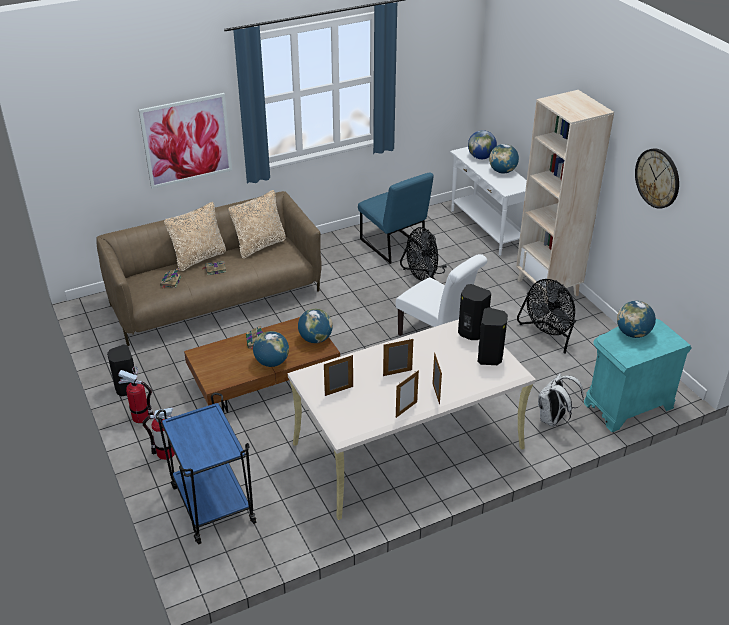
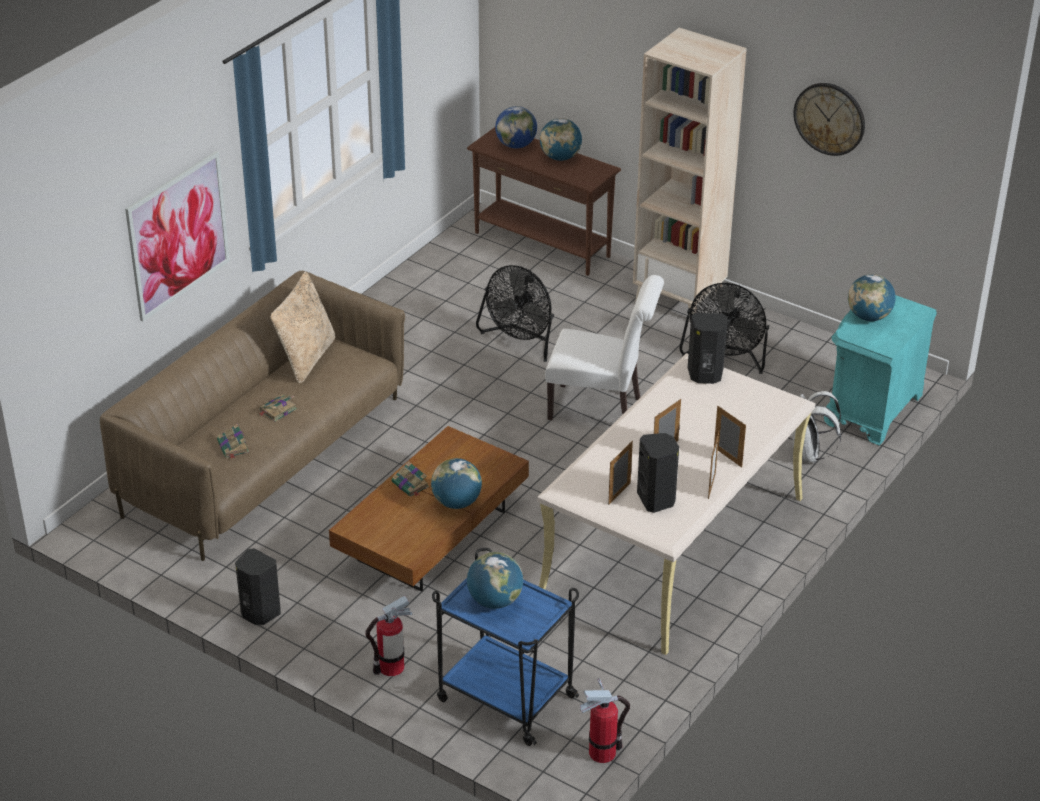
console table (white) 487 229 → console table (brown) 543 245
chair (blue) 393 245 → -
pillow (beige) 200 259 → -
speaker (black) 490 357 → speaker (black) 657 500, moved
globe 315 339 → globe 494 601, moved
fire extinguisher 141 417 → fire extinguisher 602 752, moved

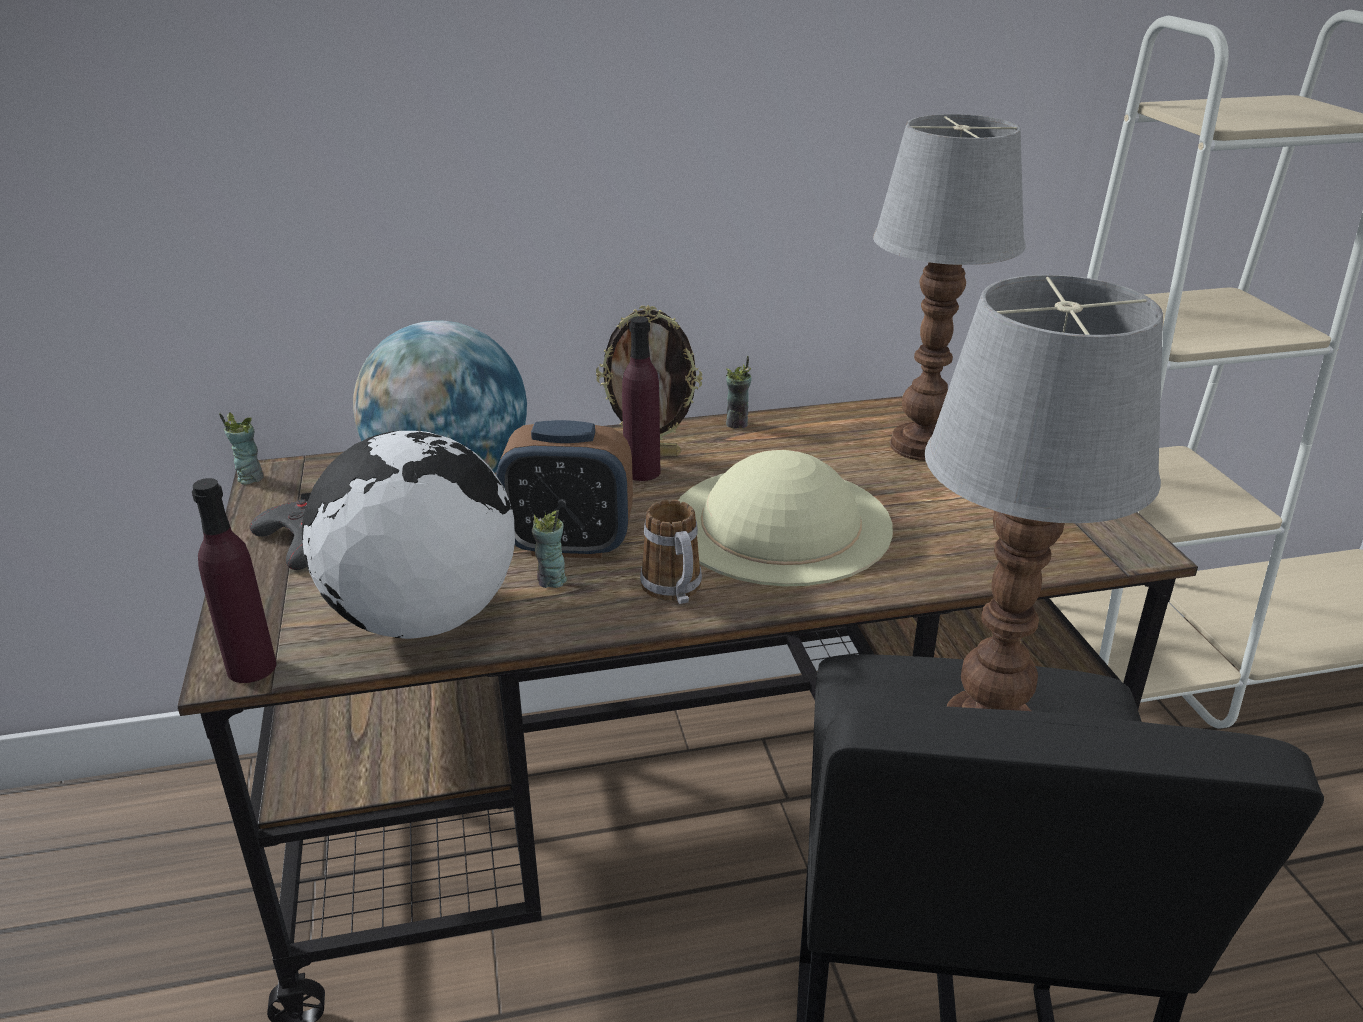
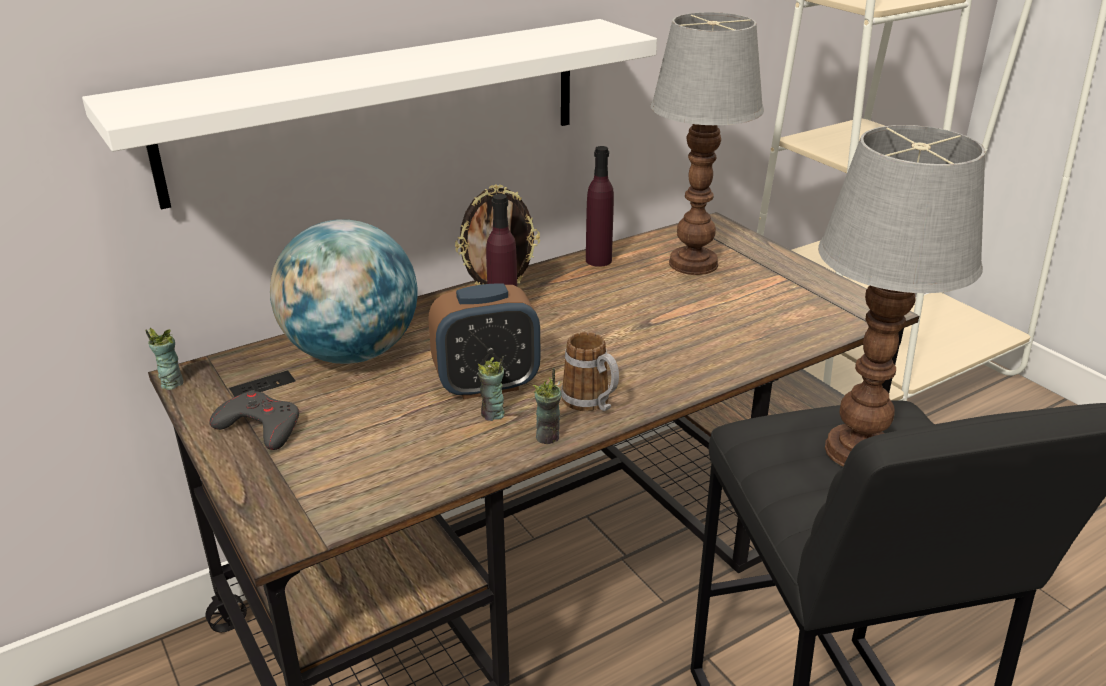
cup 737 424 → cup 548 437, moved
globe 422 618 → -
hat (beige) 780 522 → -
bottle (purple) 251 667 → bottle (purple) 598 260, moved
- → shelf (white) 380 108

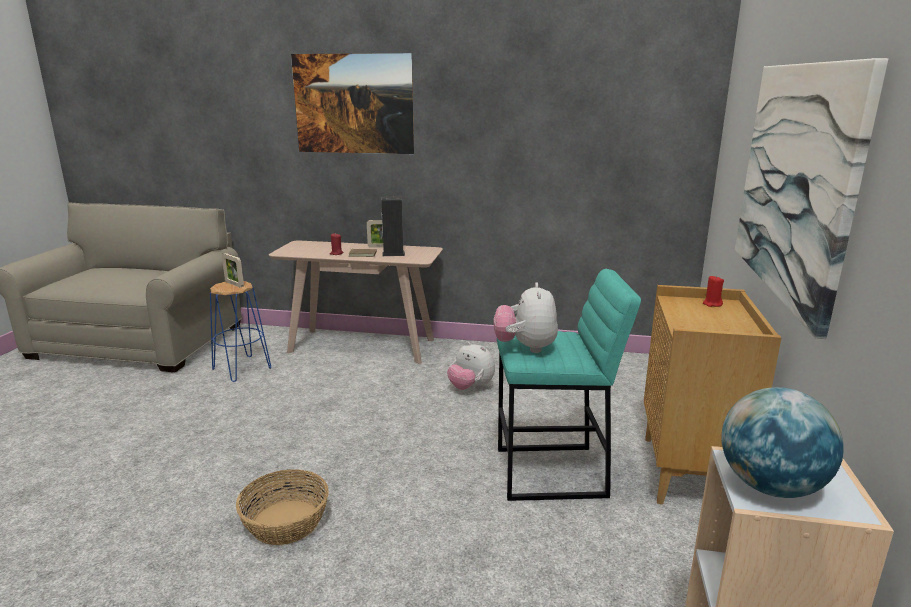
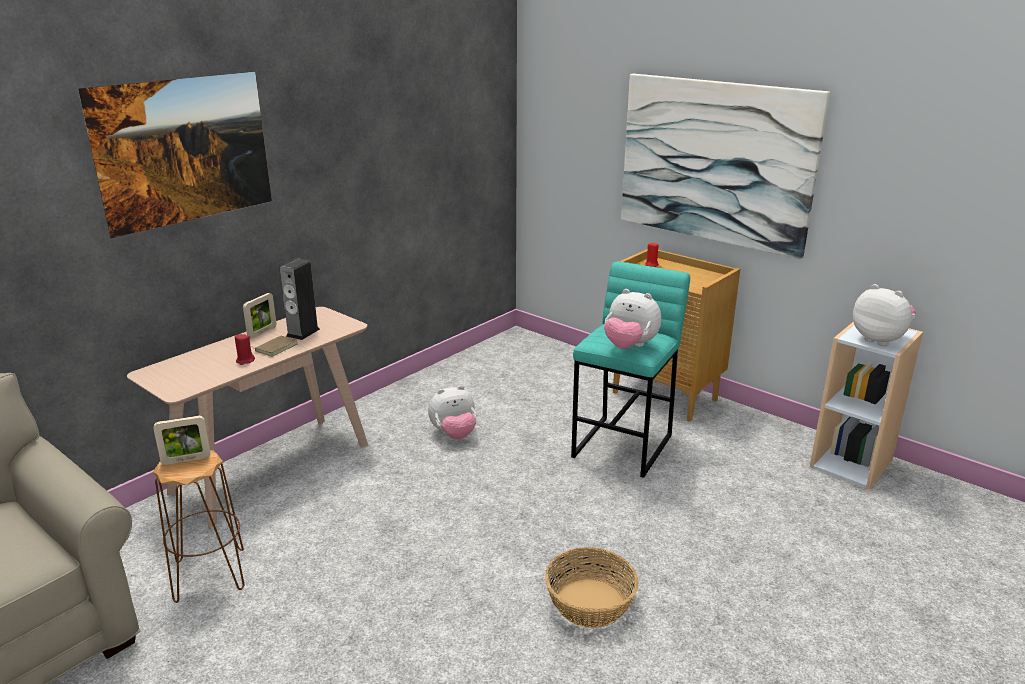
stool (blue) 242 369 → stool (brown) 210 575
globe 770 486 → plush toy 880 340

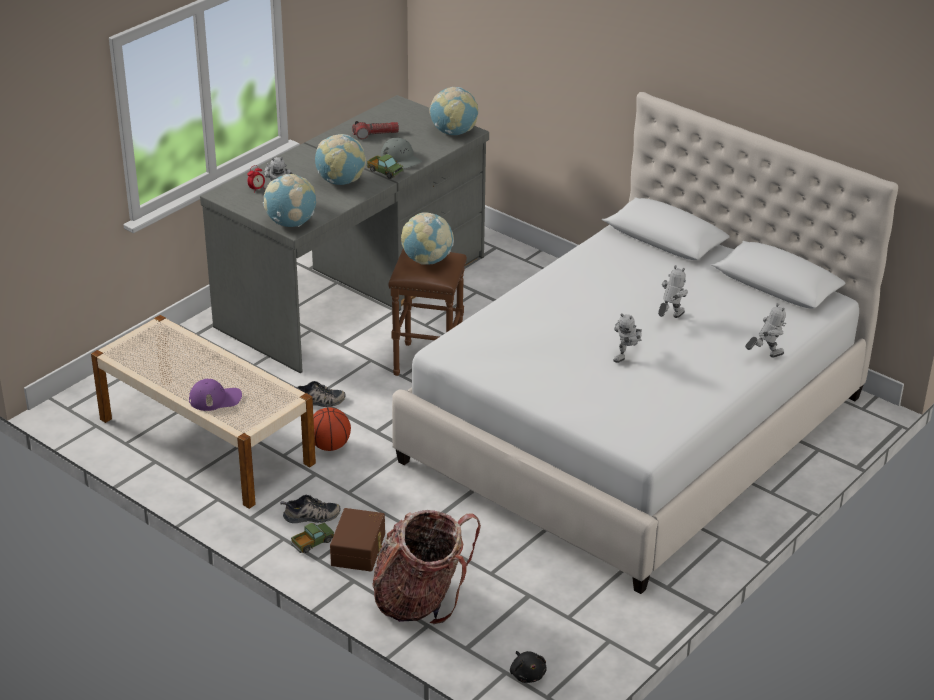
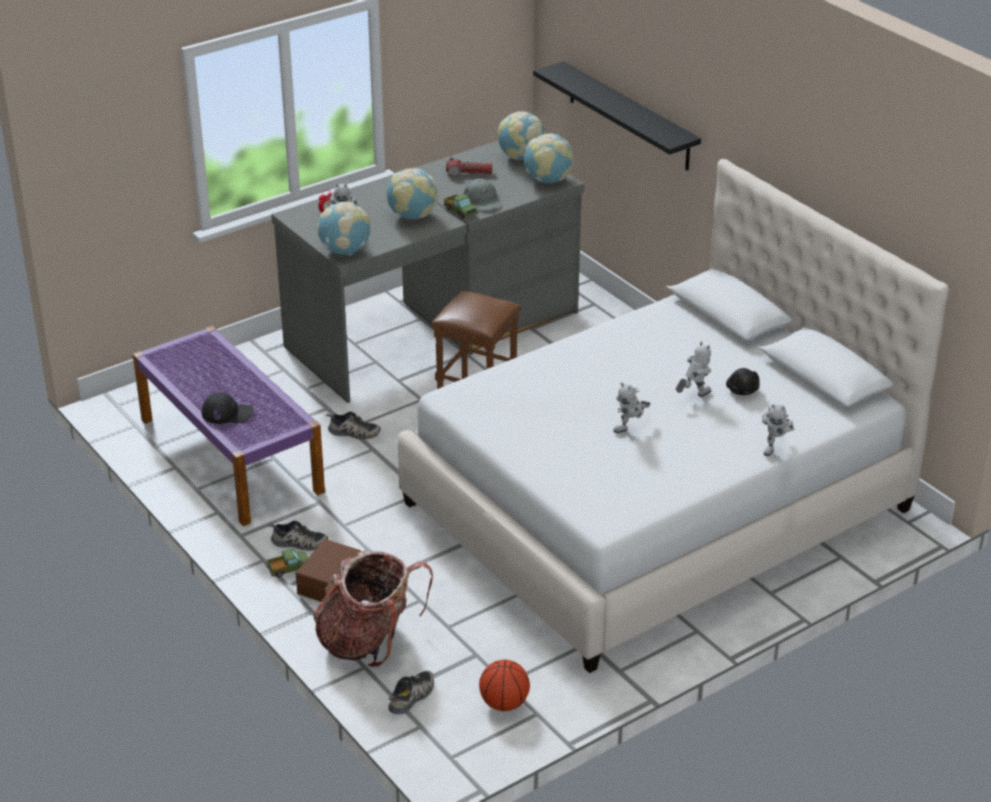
globe 427 260 → globe 521 157, moved
toy robot 765 355 → toy robot 774 448, 120 degrees clockwise
bench (beige) 205 441 → bench (purple) 229 455
cap (purple) 215 399 → cap (black) 227 413
basketball 330 446 → basketball 504 703, moved
plush toy (black) 527 674 → plush toy (black) 742 390, moved
- → shelf (black) 628 116
- → shoe 412 697

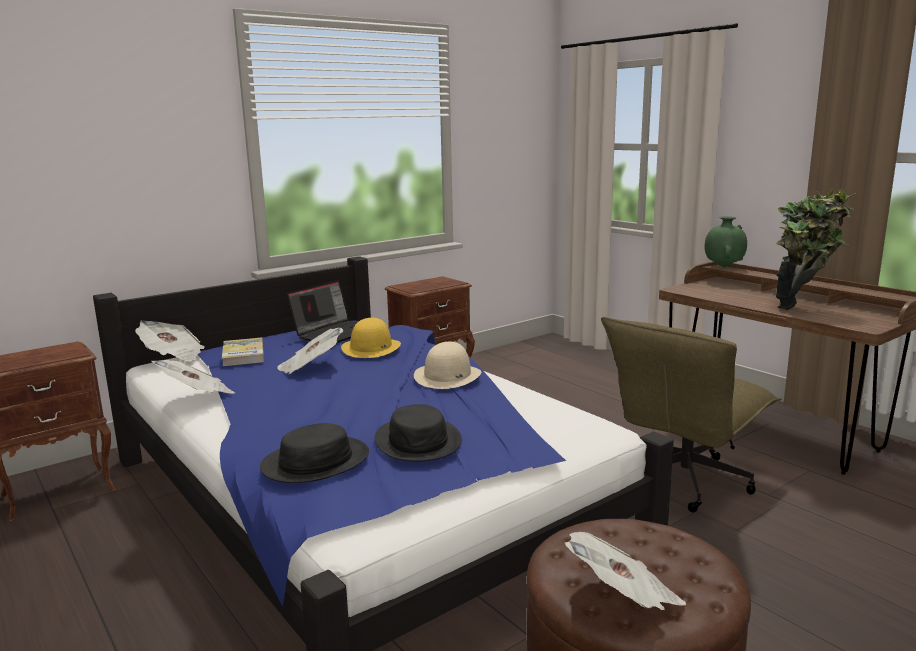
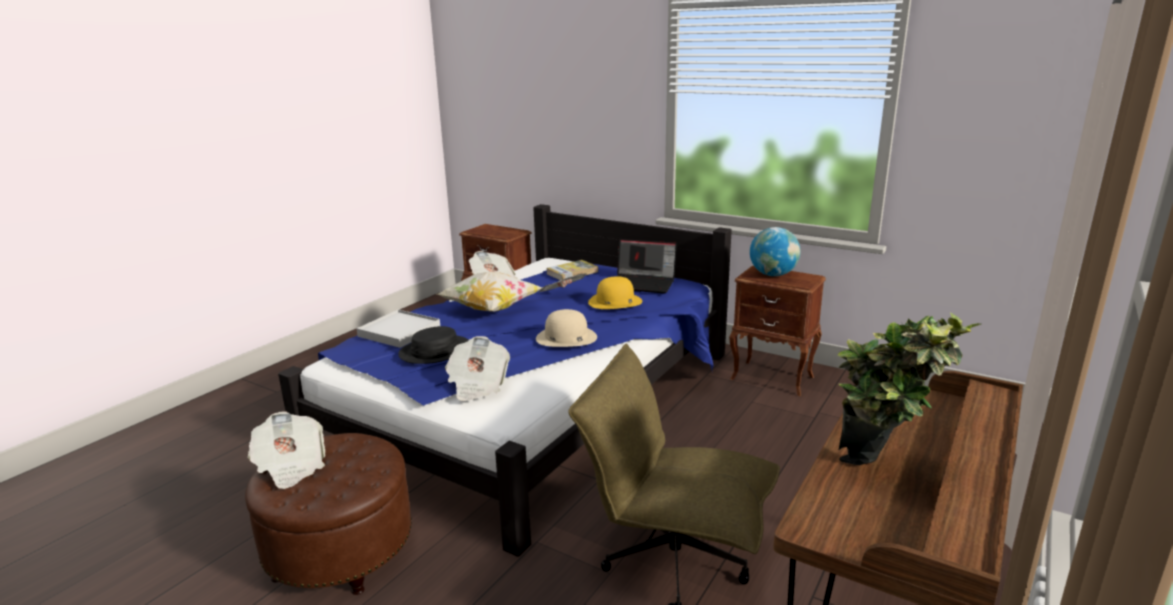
vase (green) 723 267 → -
newspaper 173 355 → newspaper 477 385, moved
hat (black) 316 461 → tray (white) 399 332
- → globe 773 275
- → pillow 491 309

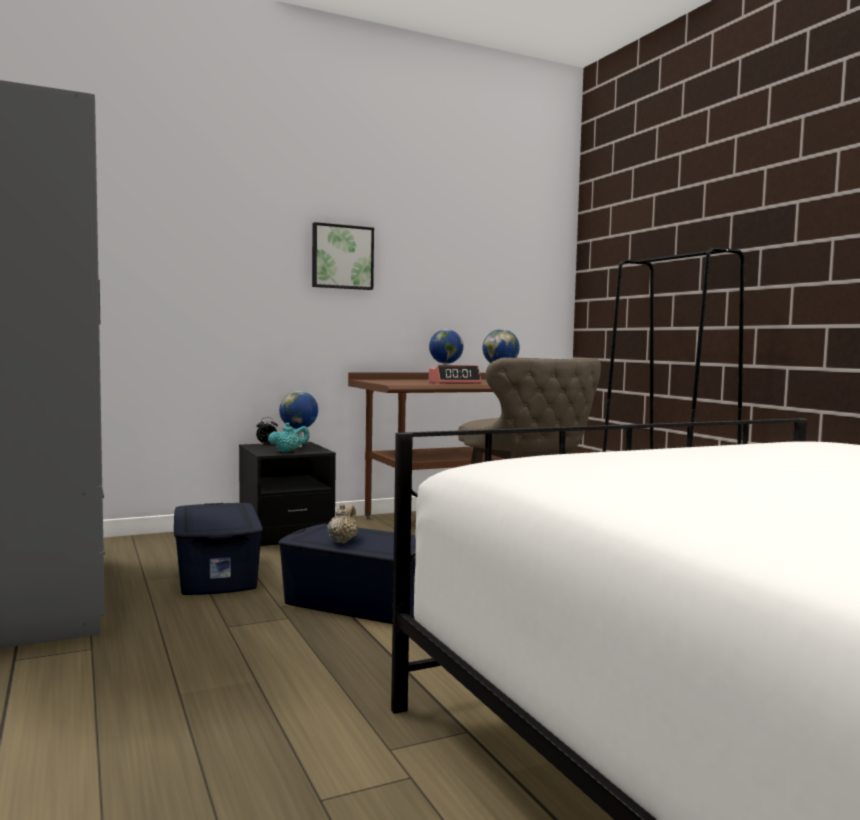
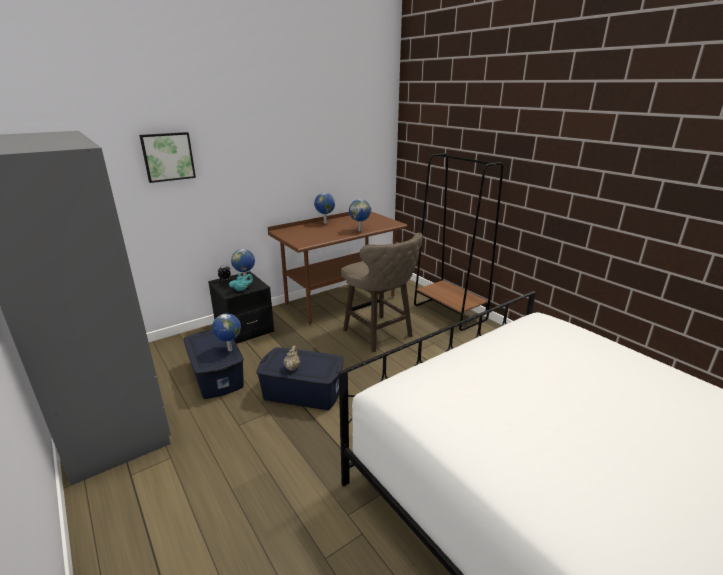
picture 342 257 → picture 168 156, moved
alarm clock 454 383 → -
- → globe 229 350

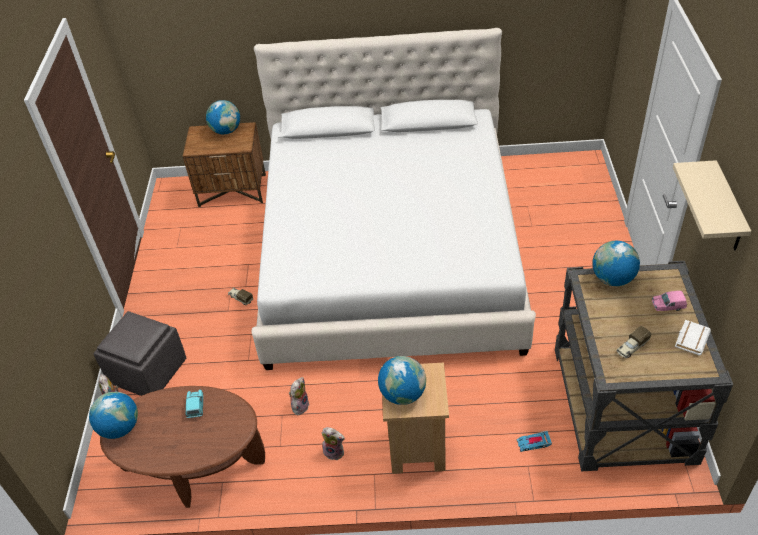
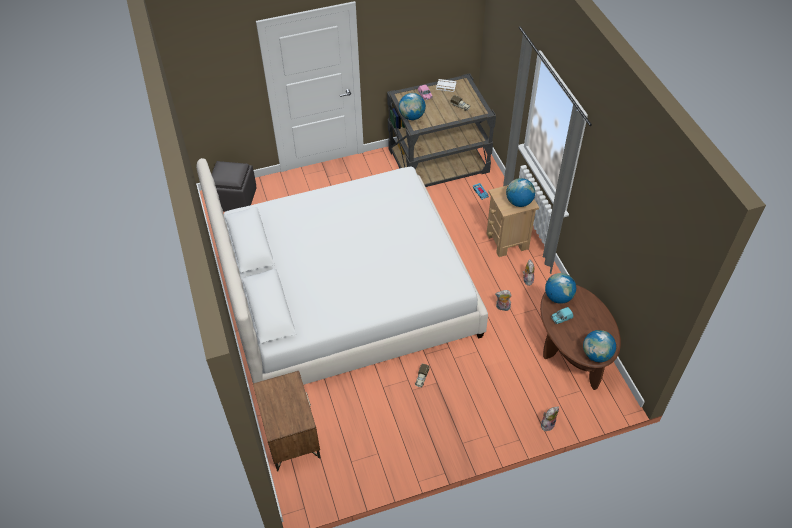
globe 226 131 → globe 558 297, moved
shelf (beige) 728 209 → -
ottoman (grey) 148 371 → ottoman (grey) 234 200, moved

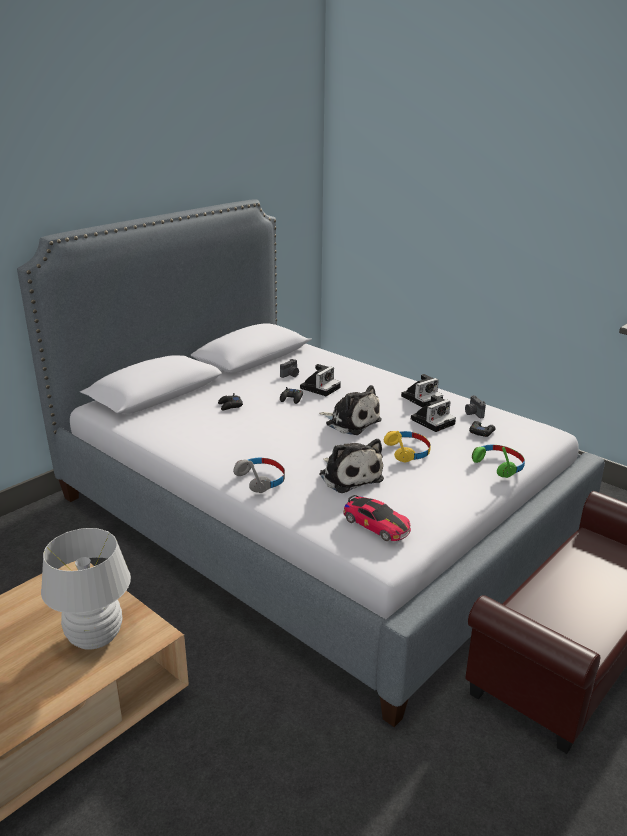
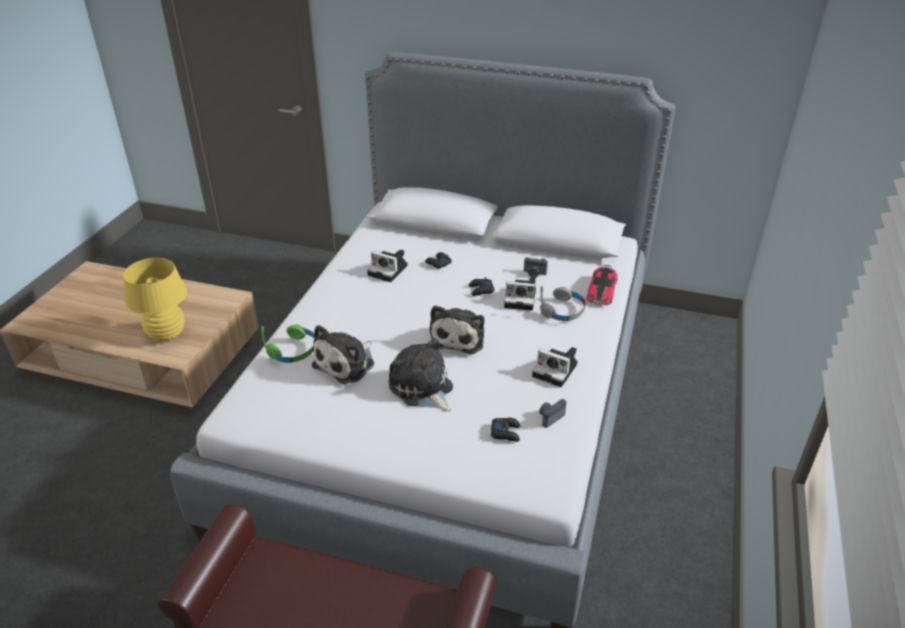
photo camera 433 421 → photo camera 389 270, moved
headphones (yellow) 407 451 → plush toy 422 389
headphones (green) 498 465 → headphones (green) 294 351, moved
headphones (grey) 261 480 → headphones (grey) 563 311, moved
toy car 376 524 → toy car 602 290, moved
table lamp (white) 95 637 → table lamp (yellow) 167 334

